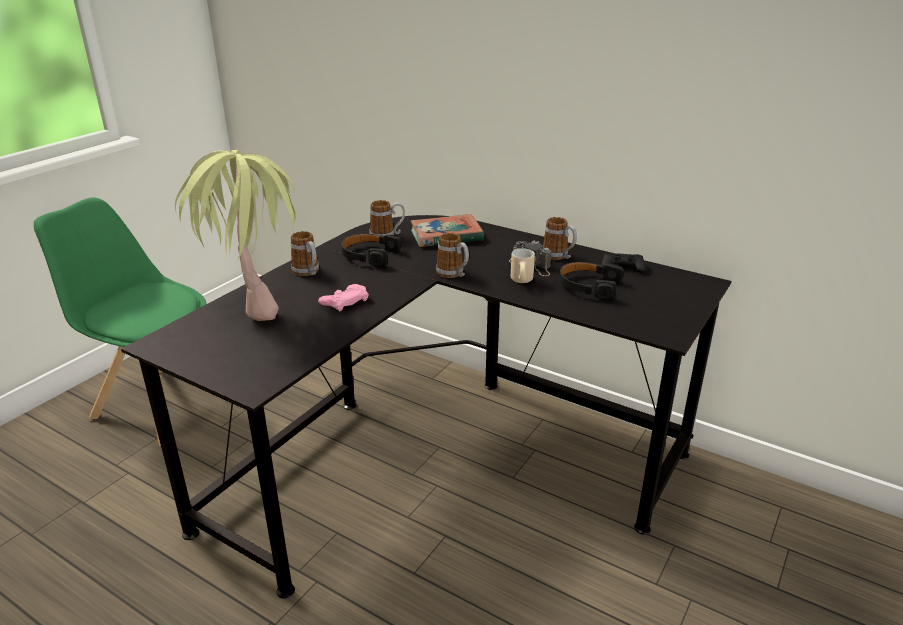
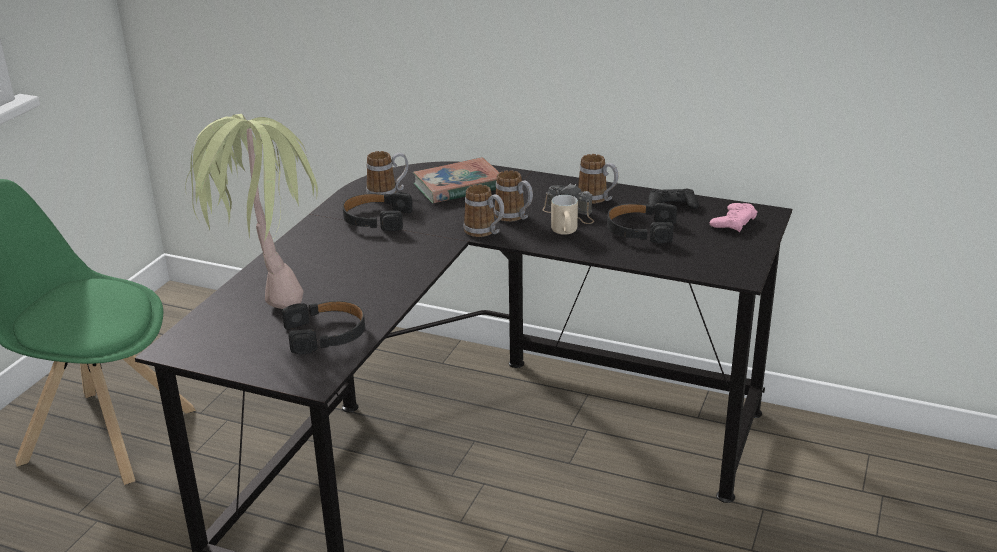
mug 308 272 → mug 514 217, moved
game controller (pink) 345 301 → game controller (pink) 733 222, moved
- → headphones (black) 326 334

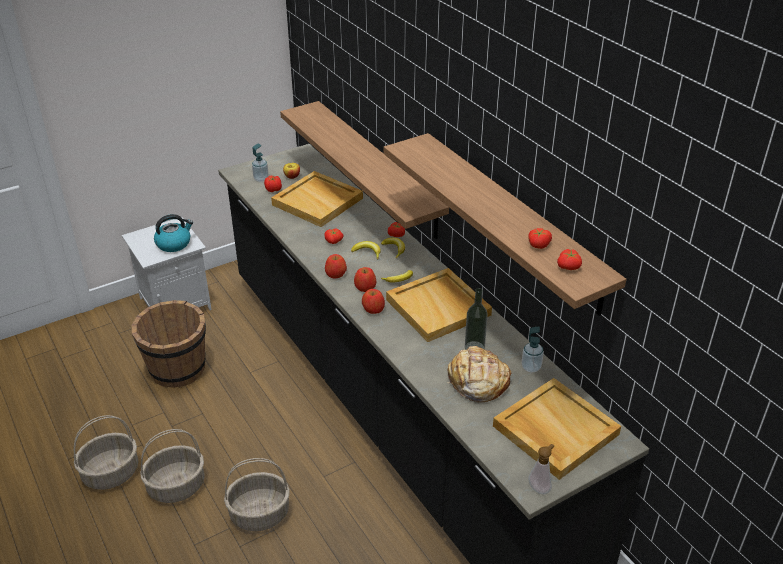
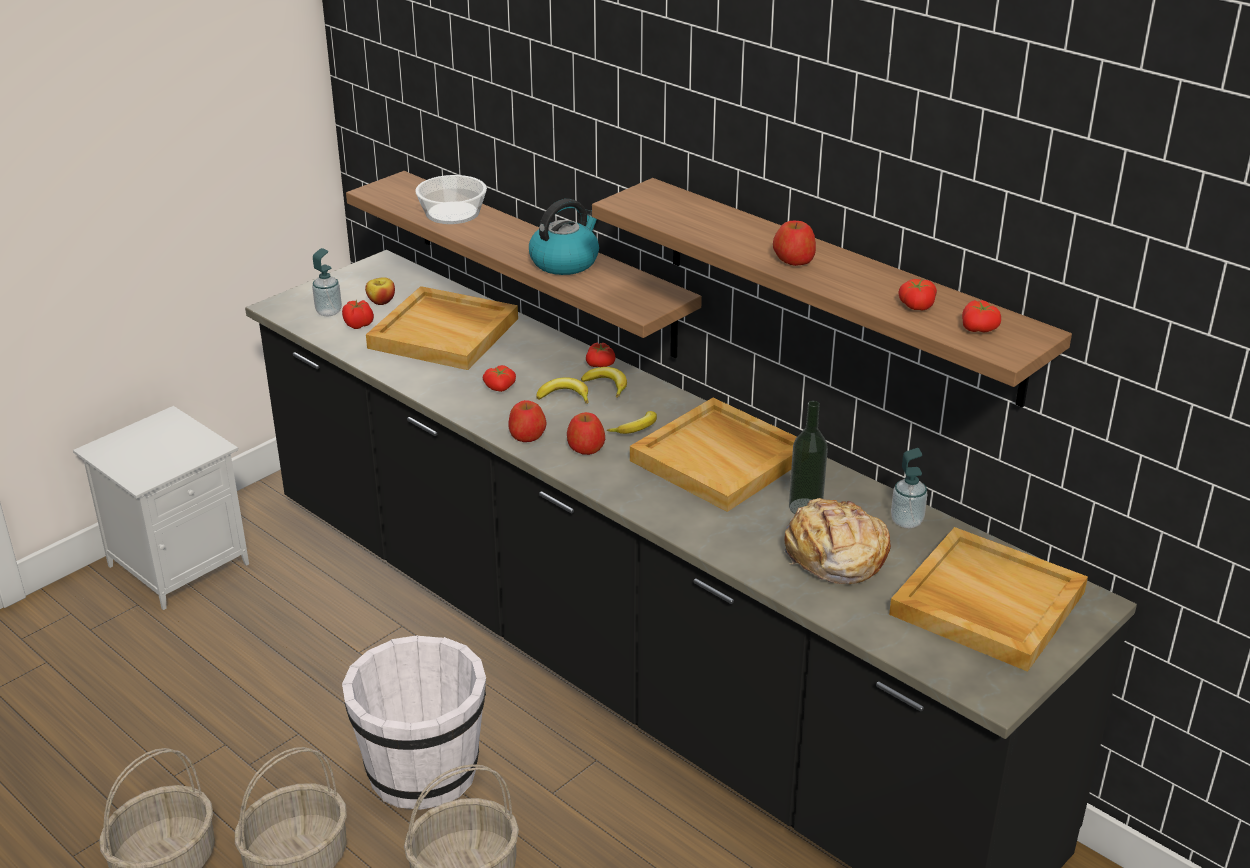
kettle 174 243 → kettle 565 262, moved
apple 373 309 → apple 793 260, moved
bucket (brown) 177 370 → -
soap dispenser 540 488 → -
- → bowl 452 212
- → bucket (white) 423 771

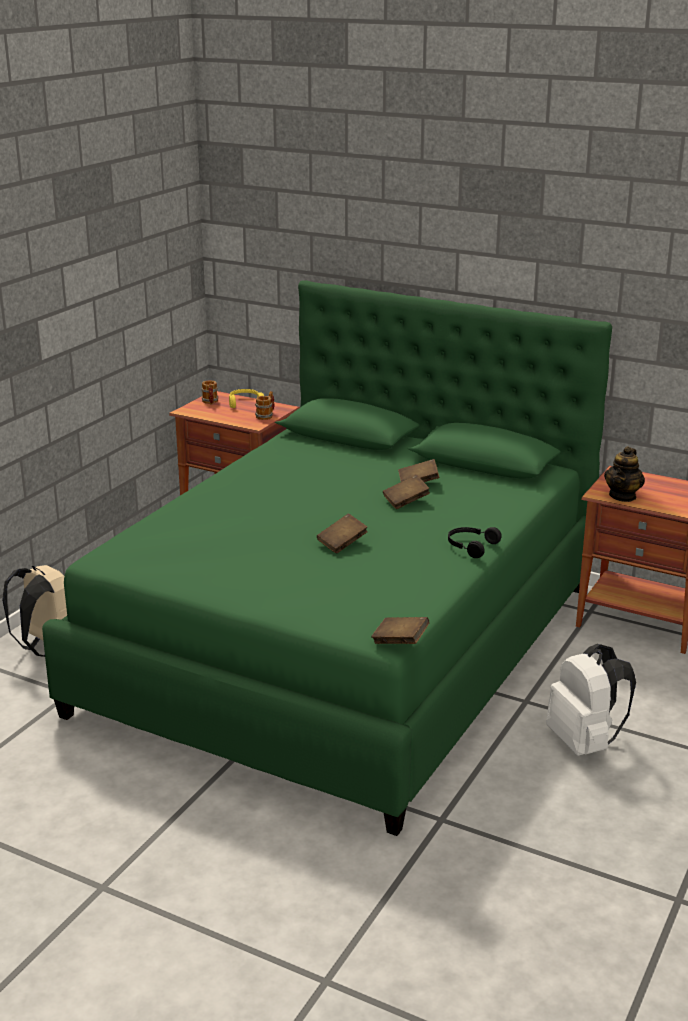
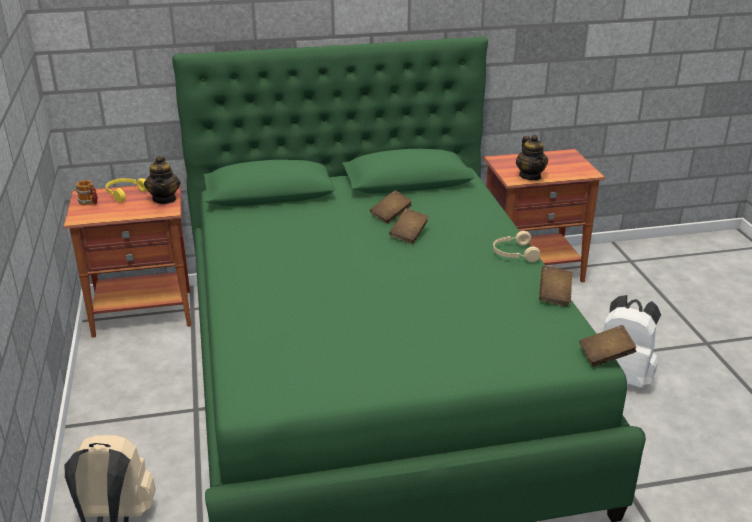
mug 266 416 → teapot 164 199
book (brown) 342 543 → book (brown) 554 295, moved
headphones (black) 470 546 → headphones (beige) 513 253

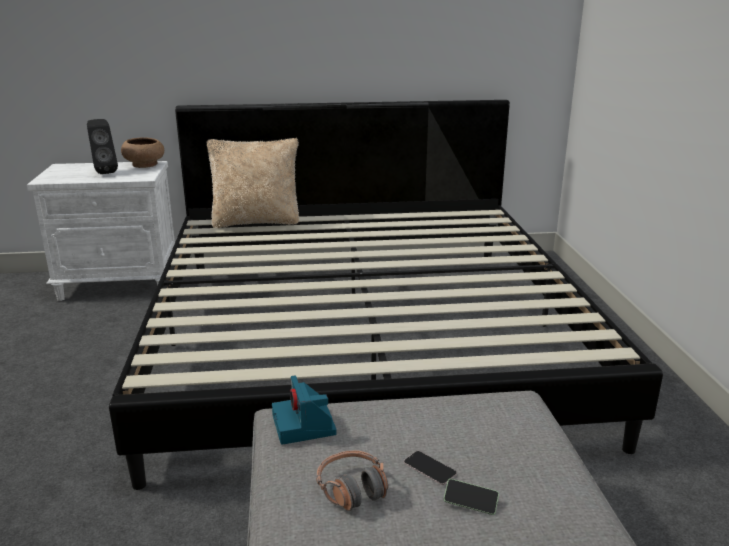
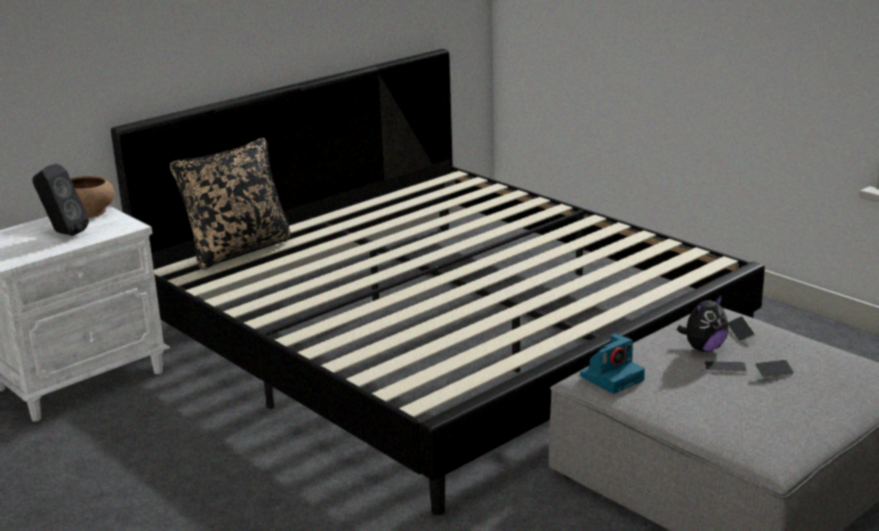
pillow (beige) 257 223 → pillow (black) 240 252
photo camera 305 426 → photo camera 612 377, 75 degrees counterclockwise
headphones 352 488 → -
- → plush toy 703 348
- → phone 740 333

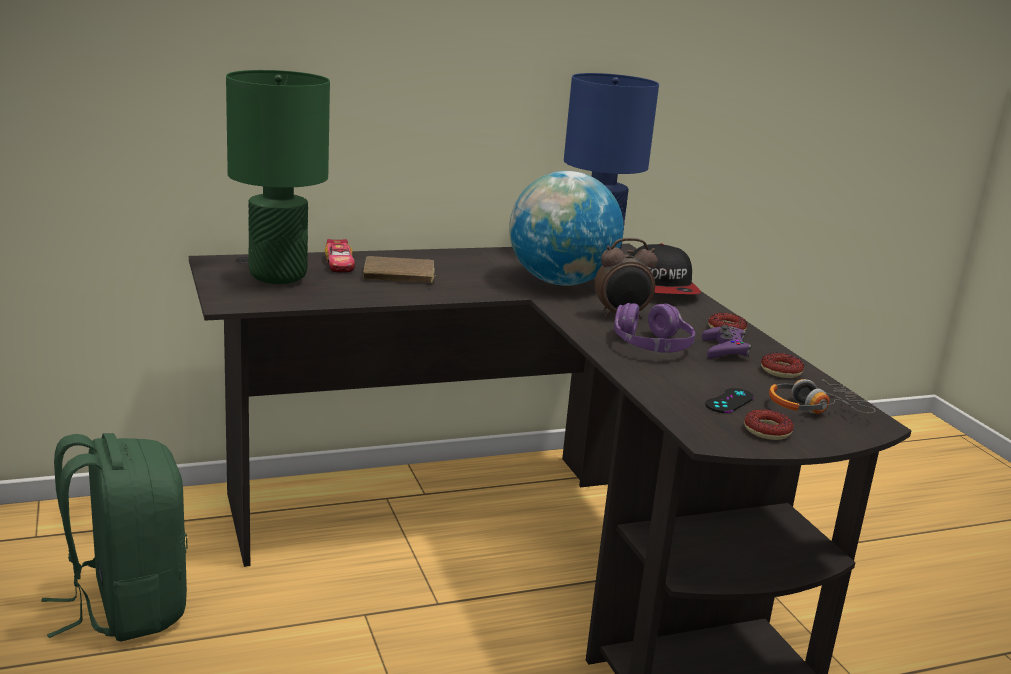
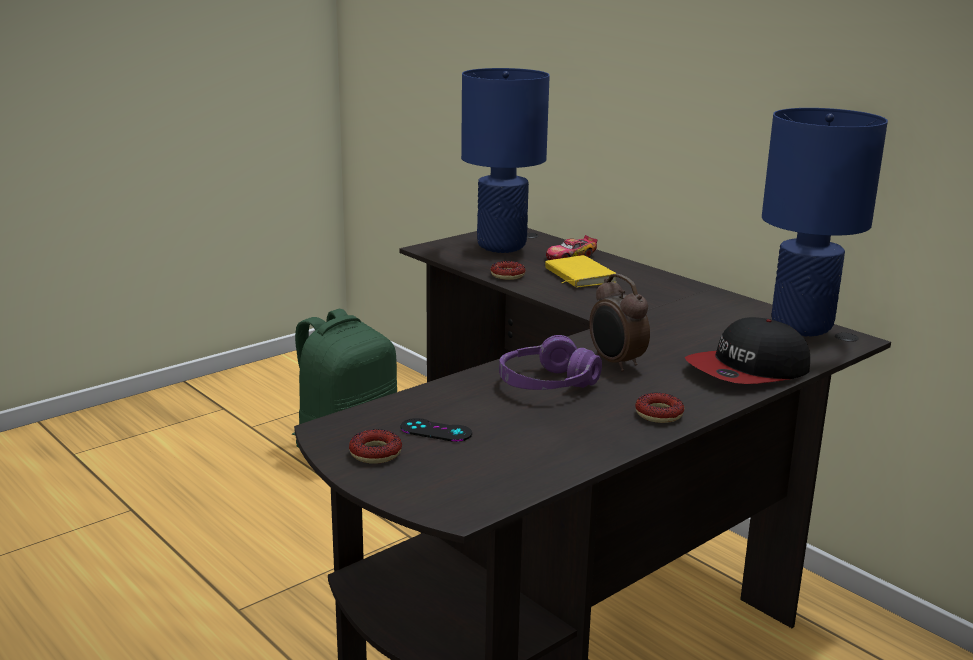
table lamp (green) 277 279 → table lamp (blue) 501 249
globe 560 282 → -
book (brown) 398 275 → book (yellow) 577 276
game controller (purple) 724 350 → -
donut 781 371 → donut 507 275, moved
headphones 814 408 → -

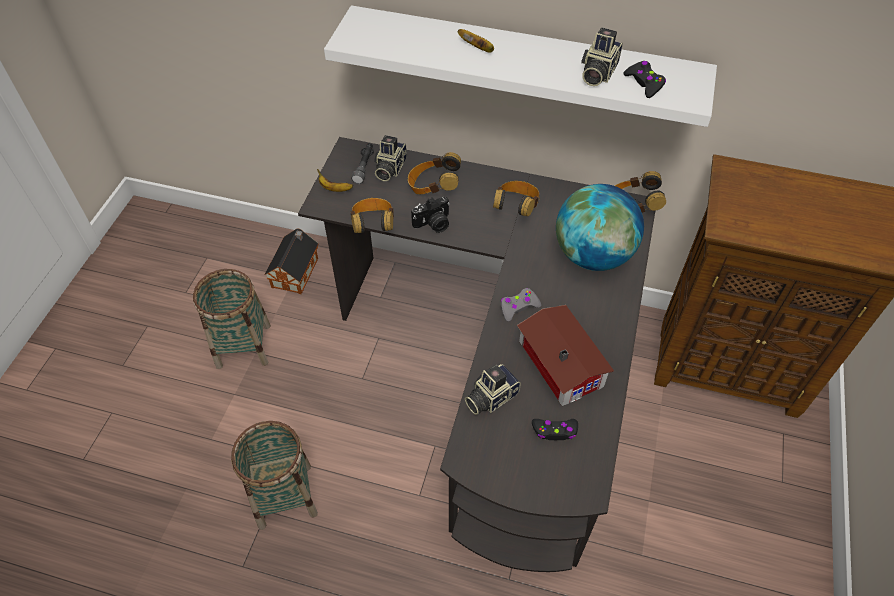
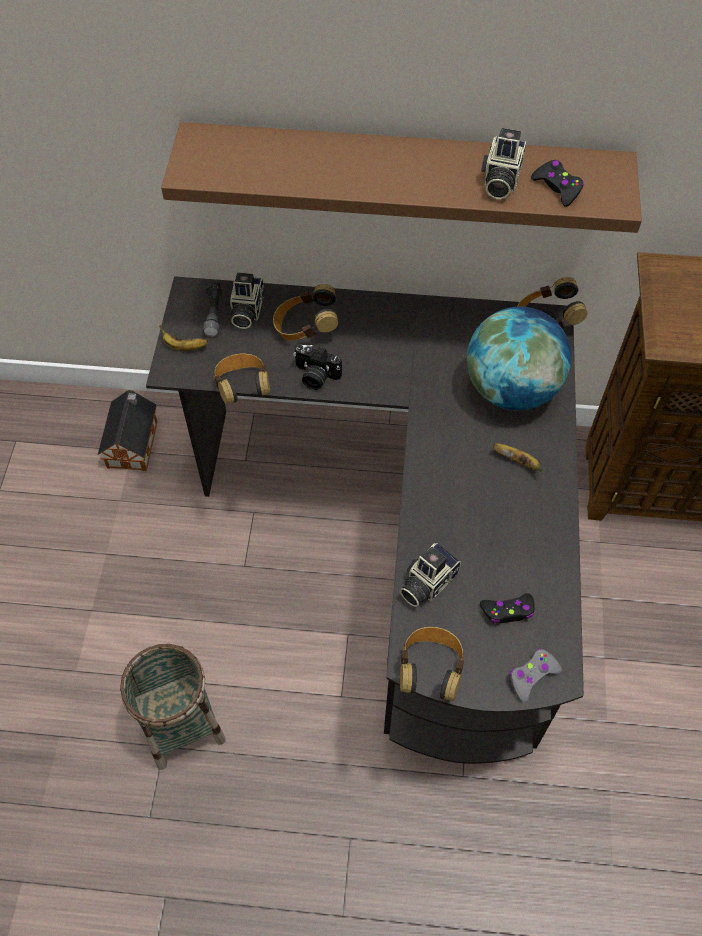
shelf (white) 523 63 → shelf (brown) 403 170
banana 478 48 → banana 517 461, moved
headphones 516 208 → headphones 430 670, moved
photo camera 433 224 → photo camera 315 376, 60 degrees clockwise
basket 243 346 → -
game controller (grey) 518 307 → game controller (grey) 532 676, moved
toy house 561 361 → -

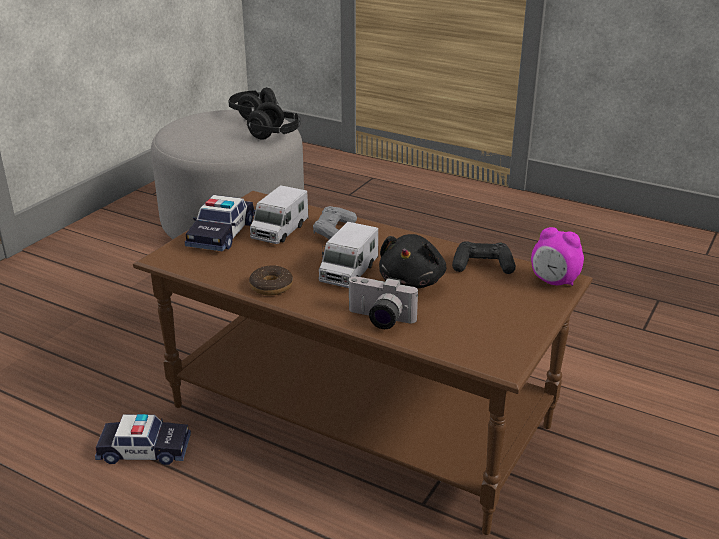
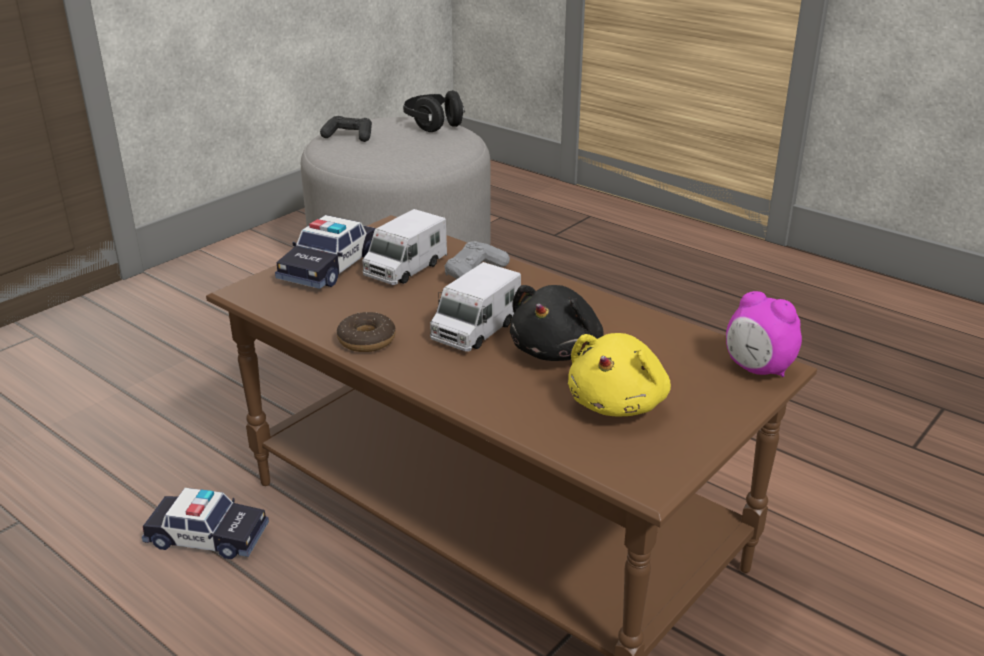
headphones (black) 275 135 → -
game controller (black) 482 266 → game controller (black) 349 136, moved
photo camera 379 320 → -
- → plush toy (yellow) 619 403

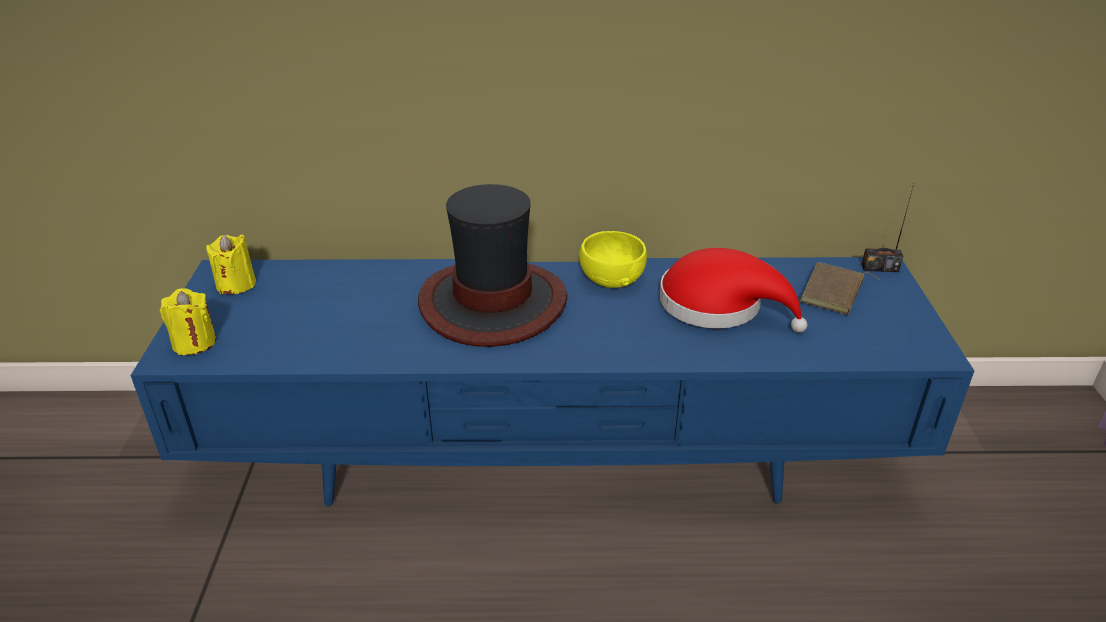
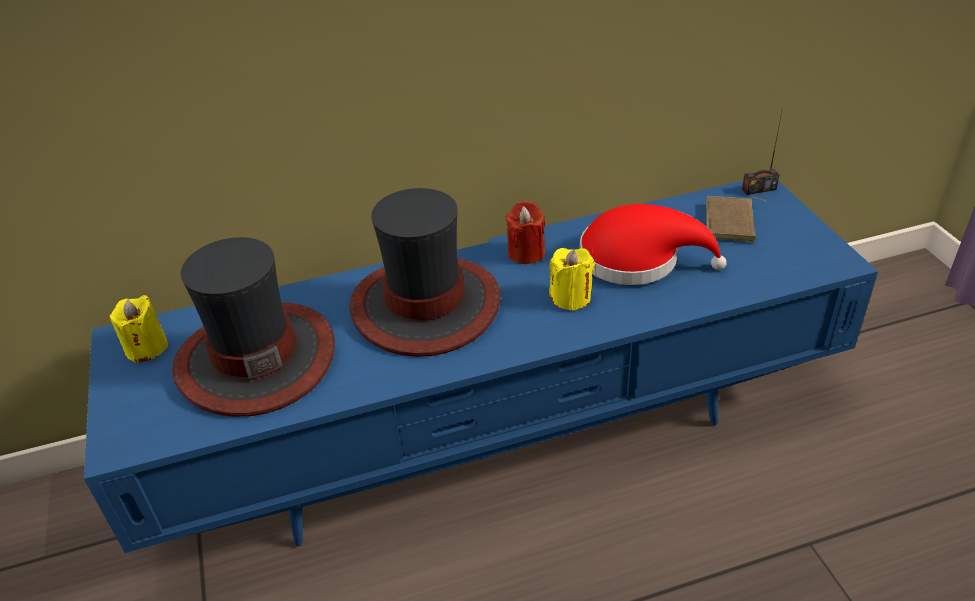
bowl (yellow) 611 278 → candle (red) 526 253
candle (yellow) 194 343 → candle (yellow) 571 297, moved
- → hat 256 358

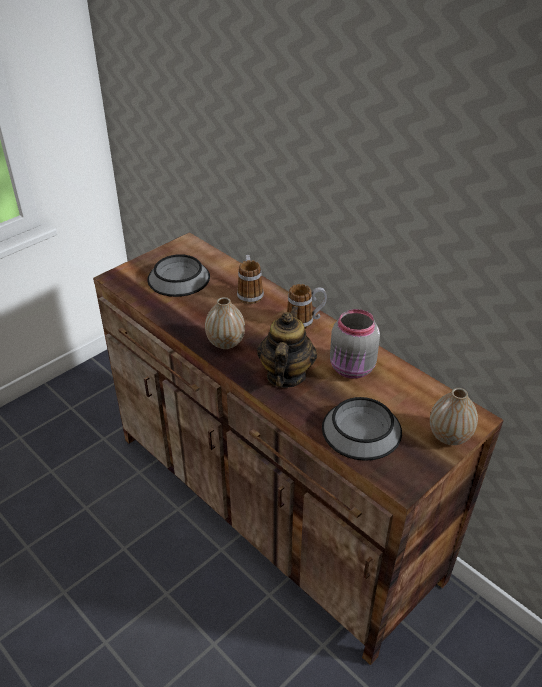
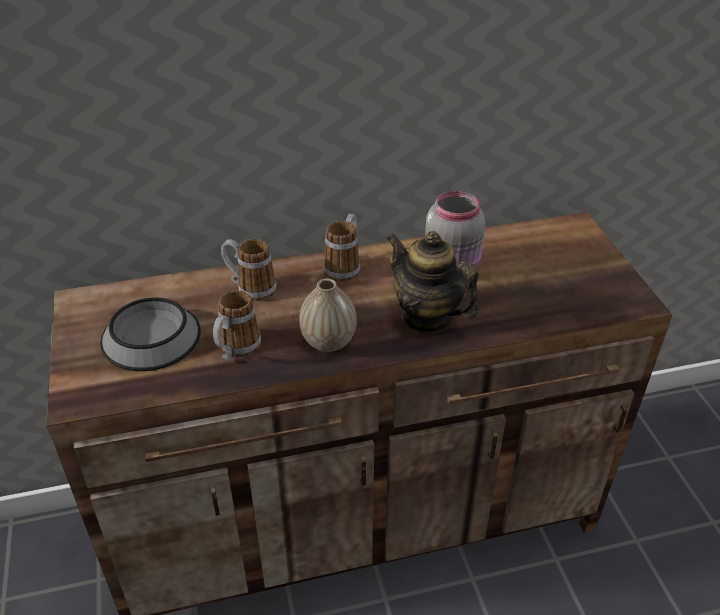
vase 449 436 → -
bowl 361 430 → -
- → mug 236 350

